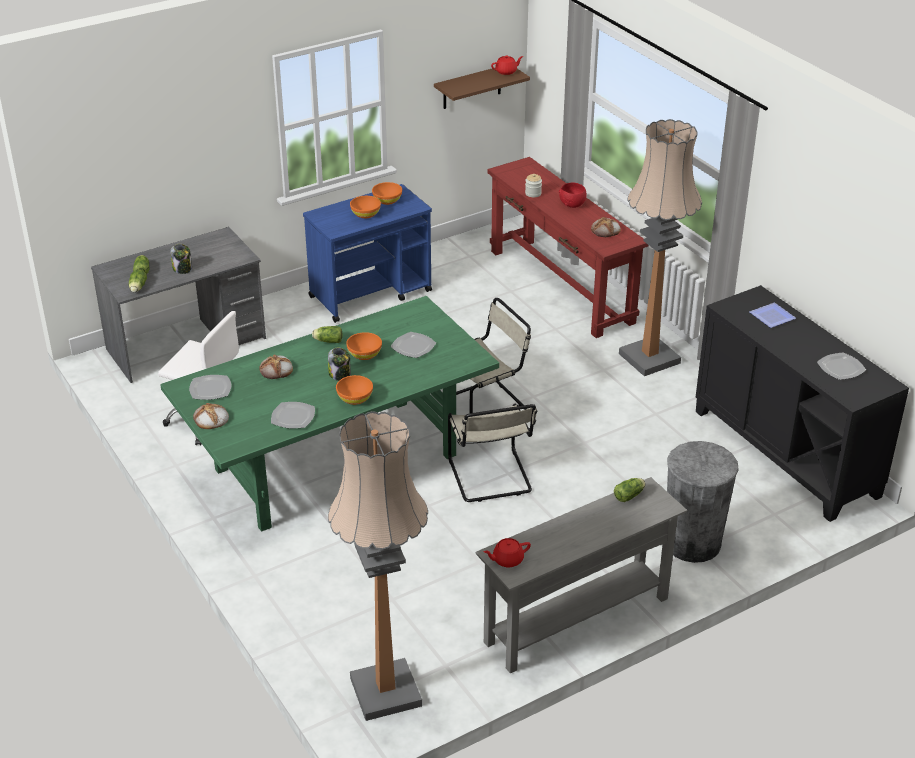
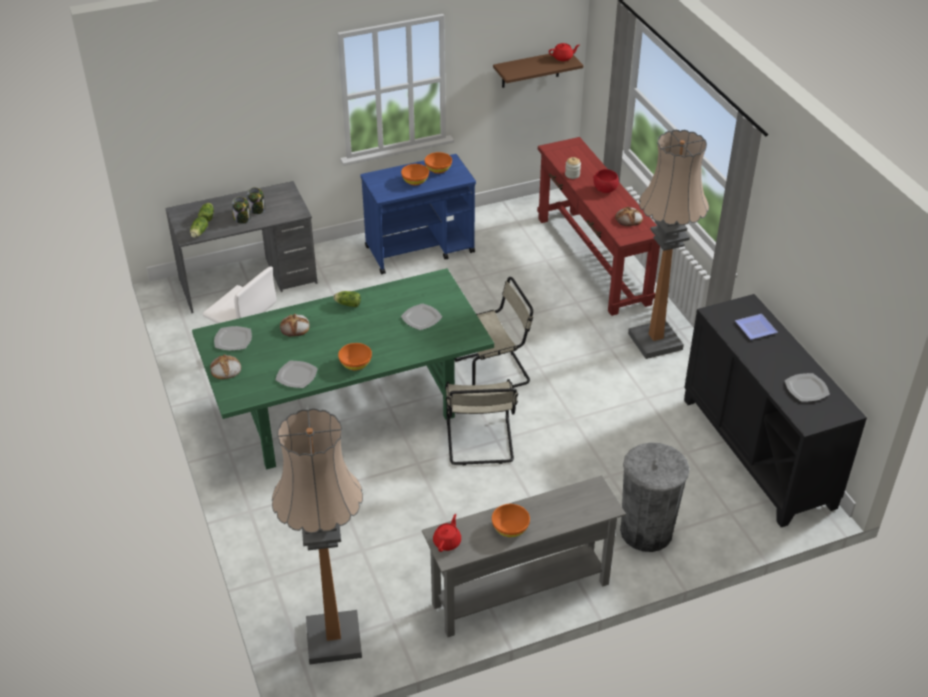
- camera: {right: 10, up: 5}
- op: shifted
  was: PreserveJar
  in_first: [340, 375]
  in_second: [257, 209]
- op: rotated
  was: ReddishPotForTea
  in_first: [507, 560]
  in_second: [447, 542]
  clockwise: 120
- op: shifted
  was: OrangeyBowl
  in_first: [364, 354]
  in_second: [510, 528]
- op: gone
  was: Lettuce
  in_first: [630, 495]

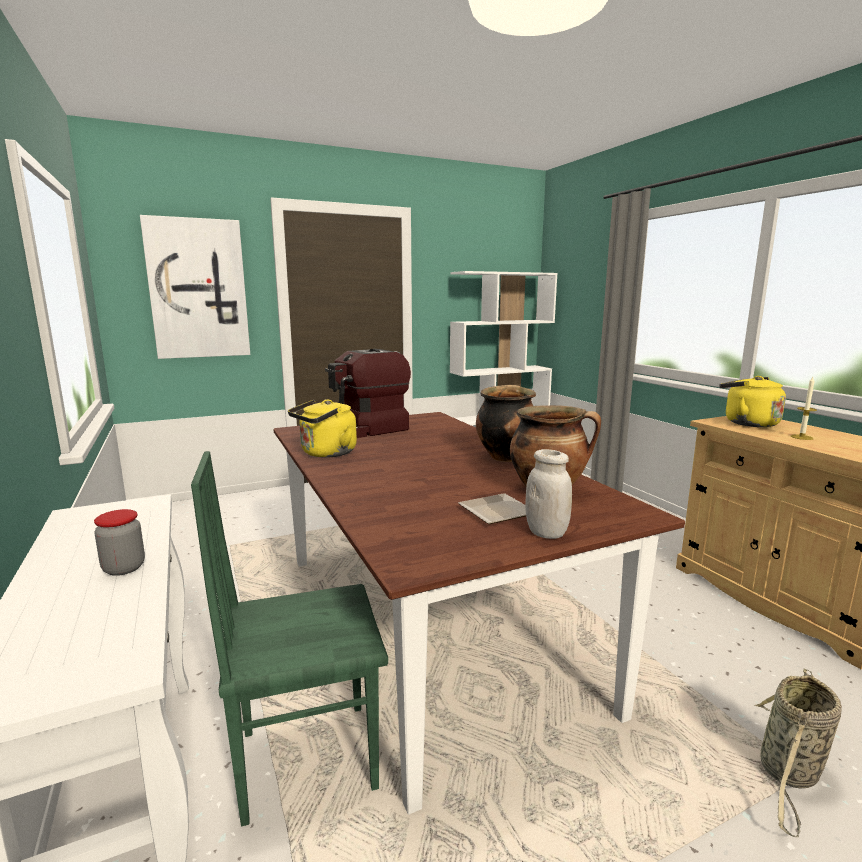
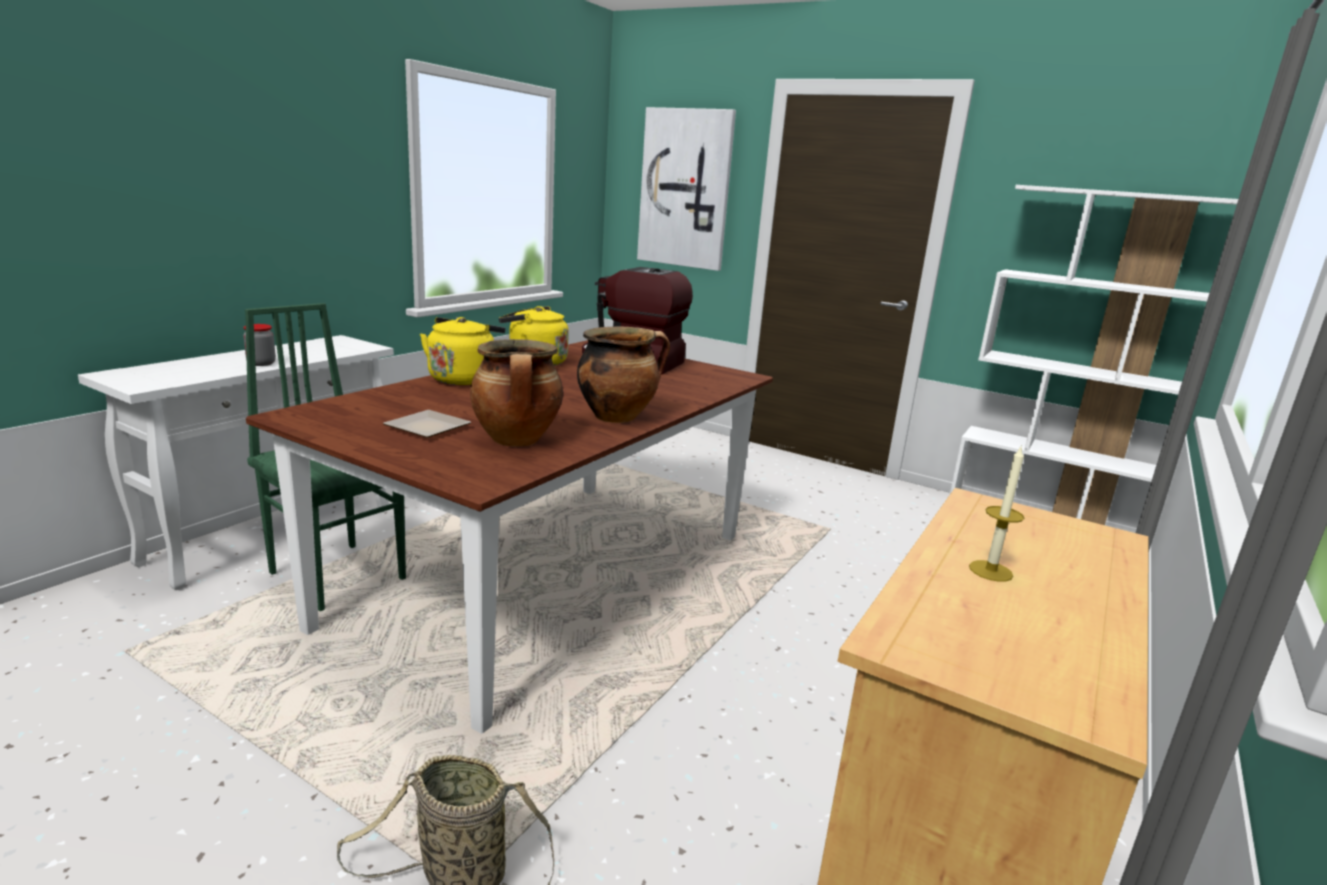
- camera: {right: 55, up: 5}
- op: shifted
  was: YellowishKettle
  in_first: [747, 423]
  in_second: [463, 378]
- op: gone
  was: WhiteColouredPreserveJar
  in_first: [546, 533]

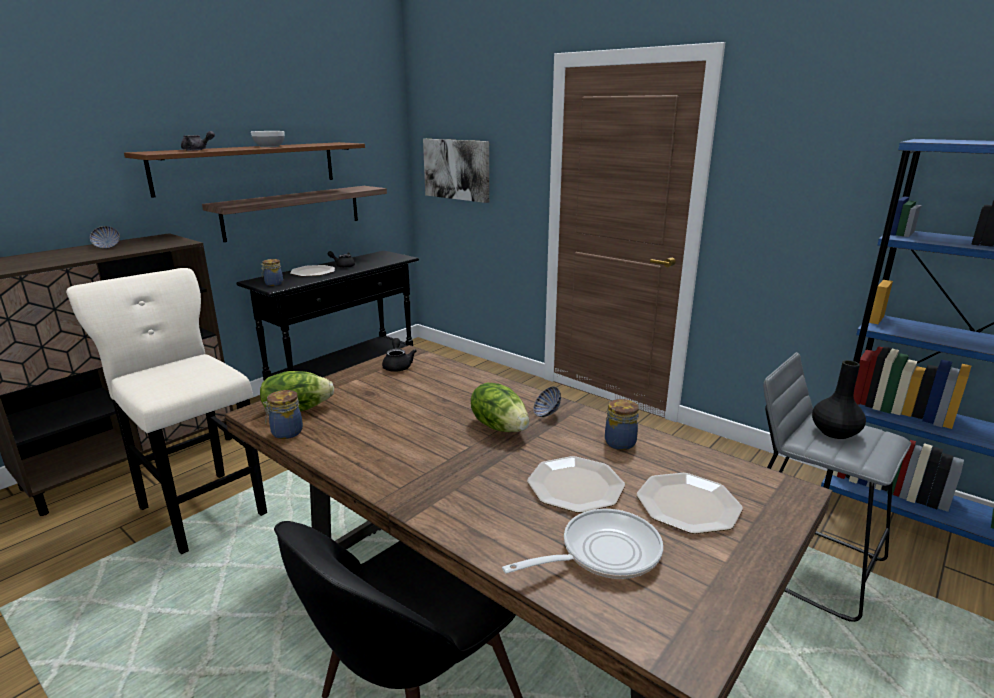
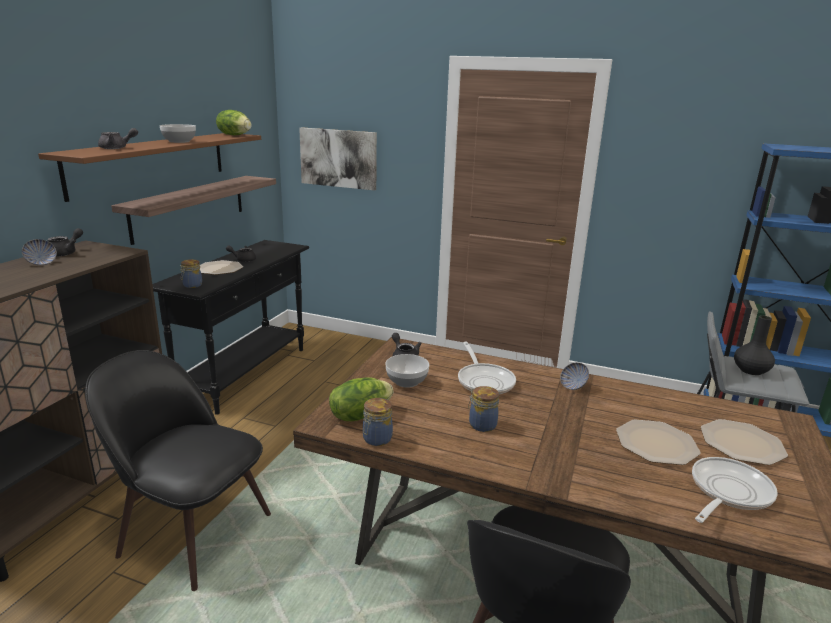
- camera: {right: -20, up: 0}
- op: new
  now: BlackColouredPotForTea
  in_second: [66, 253]
- op: swapped
  was: BeigeSittingStool
  now: BlackColouredPlainChair
  in_first: [201, 507]
  in_second: [192, 532]
- op: shifted
  was: Lettuce
  in_first: [500, 426]
  in_second: [235, 135]
- op: new
  now: Bowl
  in_second: [406, 381]
- op: new
  now: Skillet
  in_second: [484, 381]
- op: shifted
  was: PreserveJar
  in_first: [619, 442]
  in_second: [481, 424]

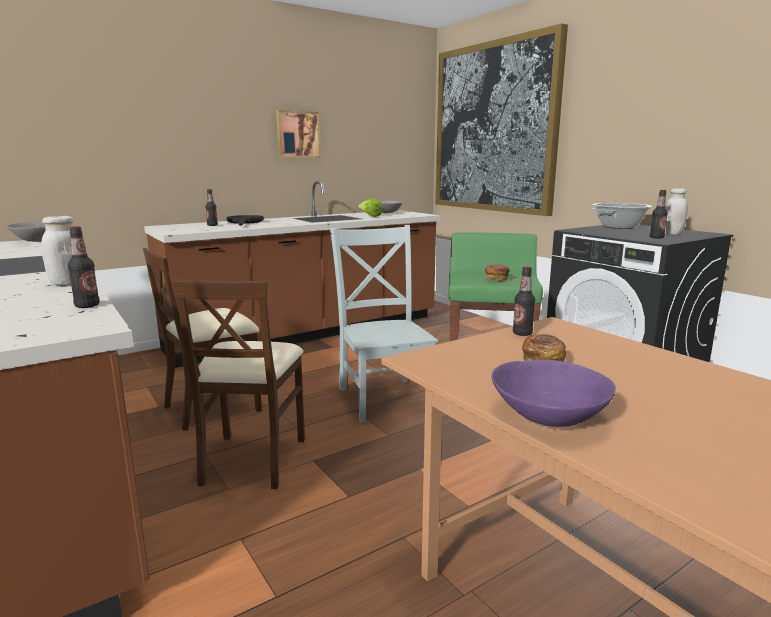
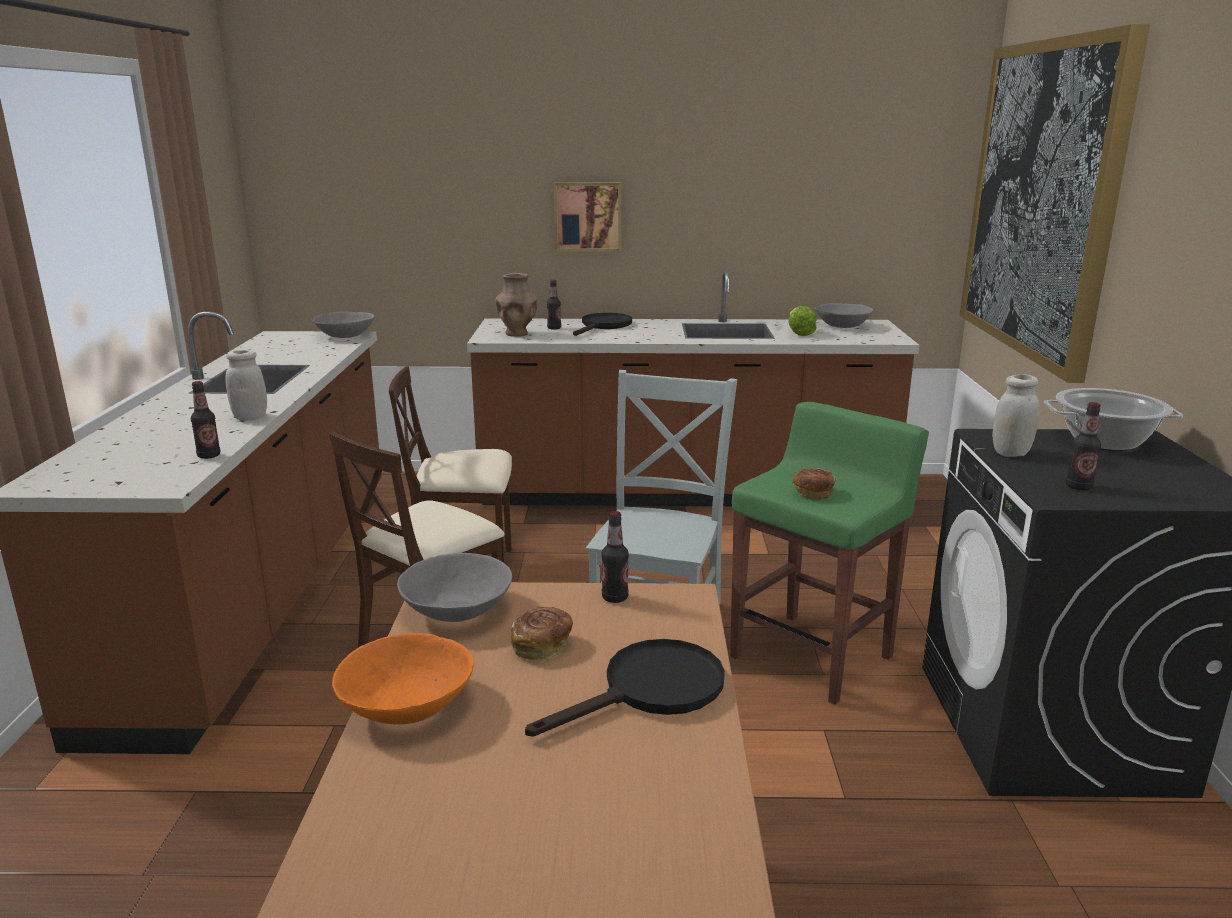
- camera: {right: 35, up: 5}
- op: repainted
  was: PurplishBowl
  now: OrangeyBowl
  in_first: [548, 415]
  in_second: [407, 705]
- op: new
  now: GreyishBowl
  in_second: [457, 611]
- op: new
  now: BrownDecorativeVase
  in_second: [517, 334]
- op: new
  now: BlackColouredSkillet
  in_second: [650, 691]
- op: shifted
  was: WallPicture
  in_first: [297, 134]
  in_second: [588, 216]
- op: shifted
  was: WhiteColouredPreserveJar
  in_first: [672, 234]
  in_second: [1011, 453]

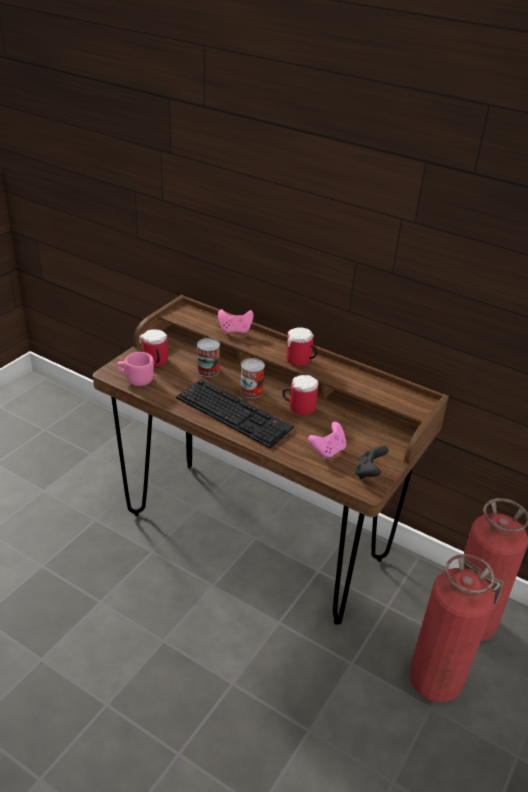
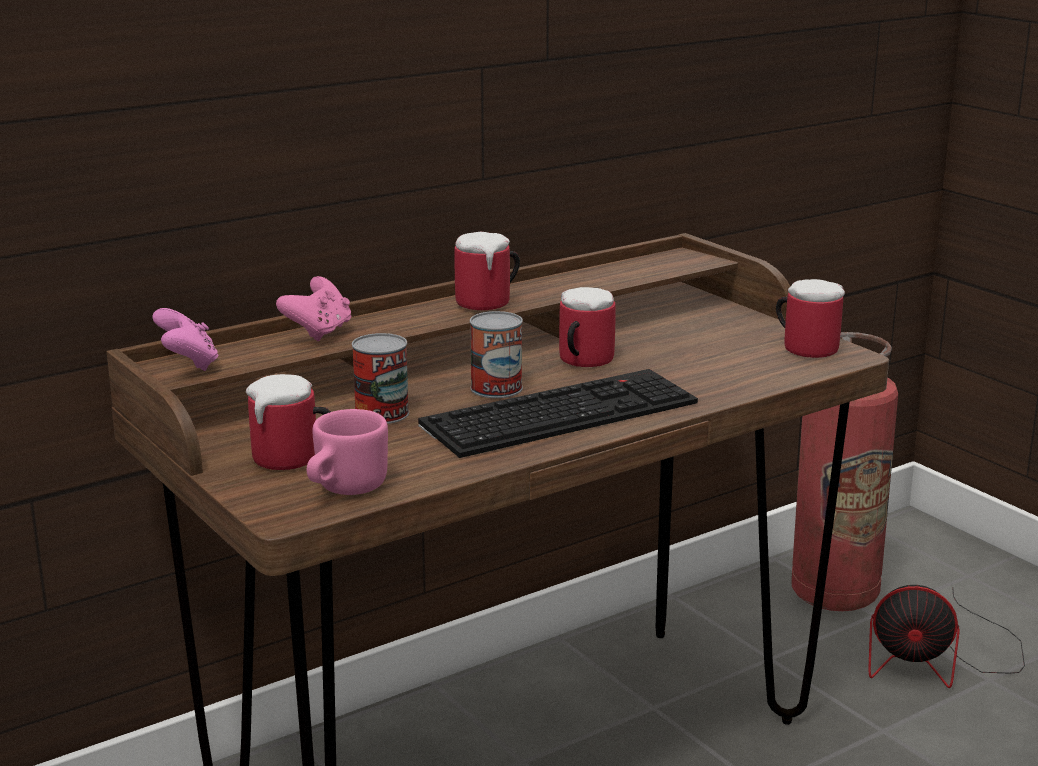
- camera: {right: -65, up: -15}
- op: shifted
  was: PinkishGamepad
  in_first: [328, 450]
  in_second: [188, 364]
- op: swapped
  was: BlackColouredGamepad
  now: Mug
  in_first: [369, 472]
  in_second: [805, 347]
- op: swapped
  was: FireExtinguisher
  now: ElectricFan
  in_first: [434, 680]
  in_second: [938, 660]

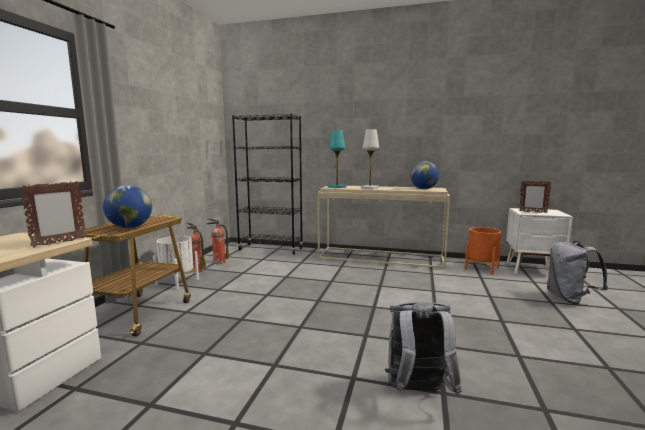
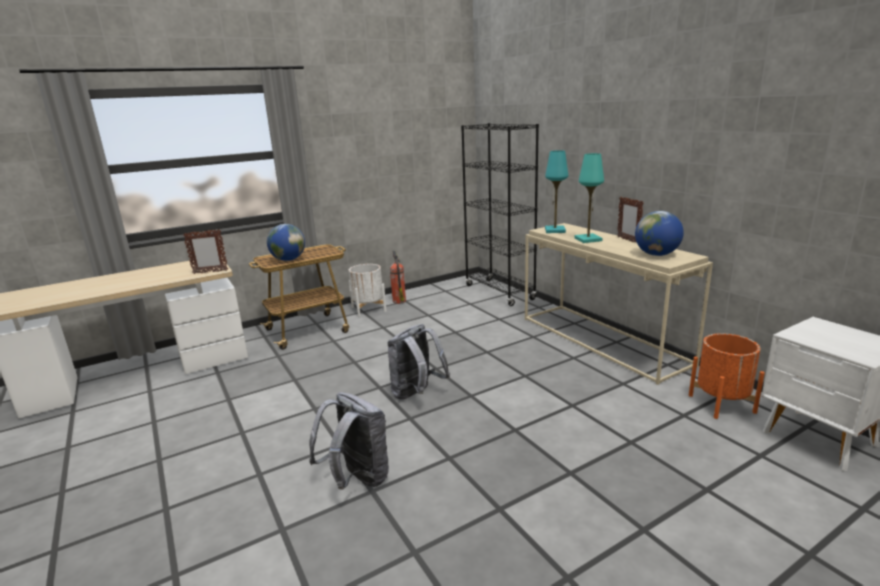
- camera: {right: 45, up: 10}
- op: shifted
  was: GreyishBackpack
  in_first: [570, 299]
  in_second: [416, 394]
- op: repainted
  was: WhiteColouredLampForATable
  now: TurquoiseLampForATable
  in_first: [369, 188]
  in_second: [588, 239]
- op: shifted
  was: PhotoFrame
  in_first: [532, 212]
  in_second: [628, 240]
- op: gone
  was: FireExtinguisher
  in_first: [218, 262]

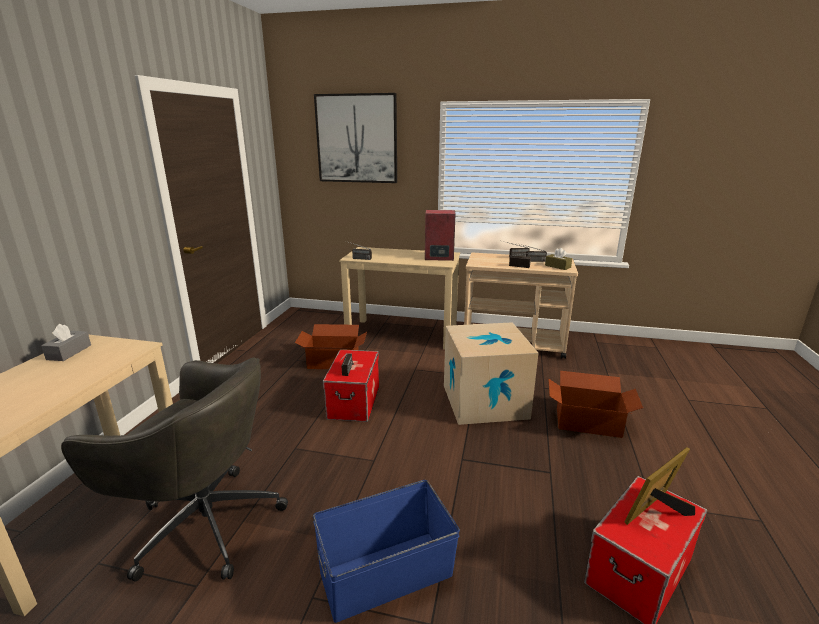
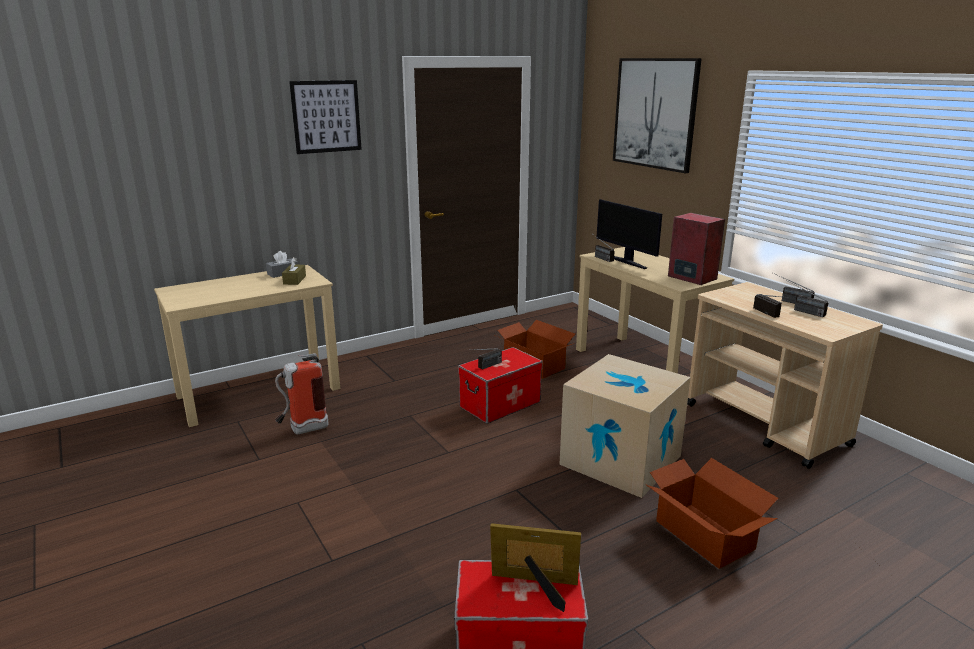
- camera: {right: 45, up: 0}
- op: swapped
  was: GreyishOfficeChair
  now: FireExtinguisher
  in_first: [204, 523]
  in_second: [302, 430]
- op: shifted
  was: BrownTissueBox
  in_first: [557, 266]
  in_second: [294, 280]
- op: new
  now: WallPicture
  in_second: [326, 116]
- op: new
  now: ComputerDisplay
  in_second: [626, 261]
- op: gone
  was: BluishStorageBox
  in_first: [385, 573]

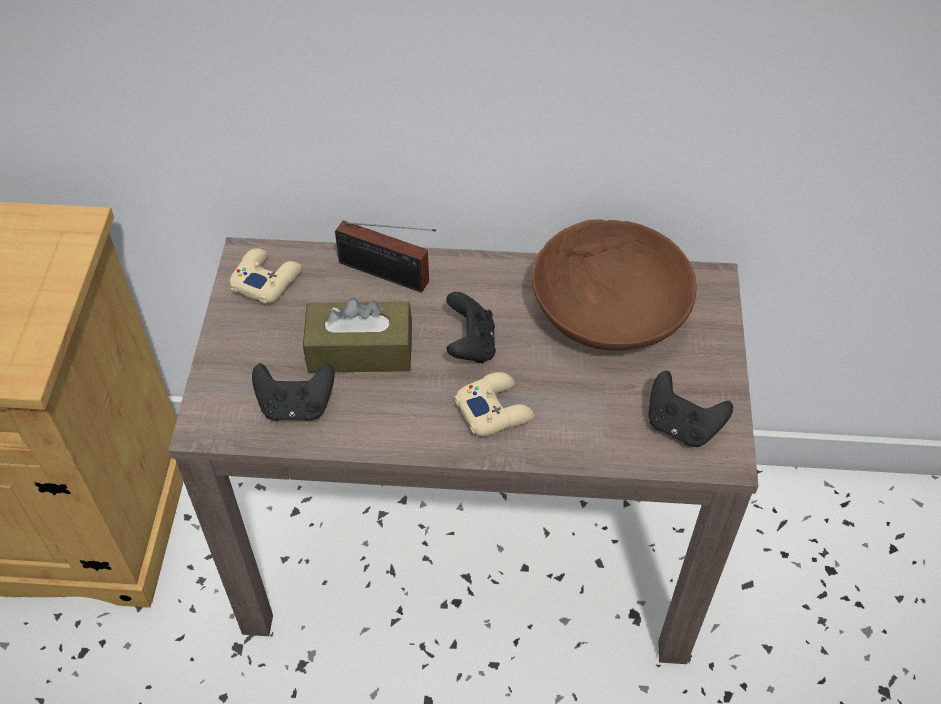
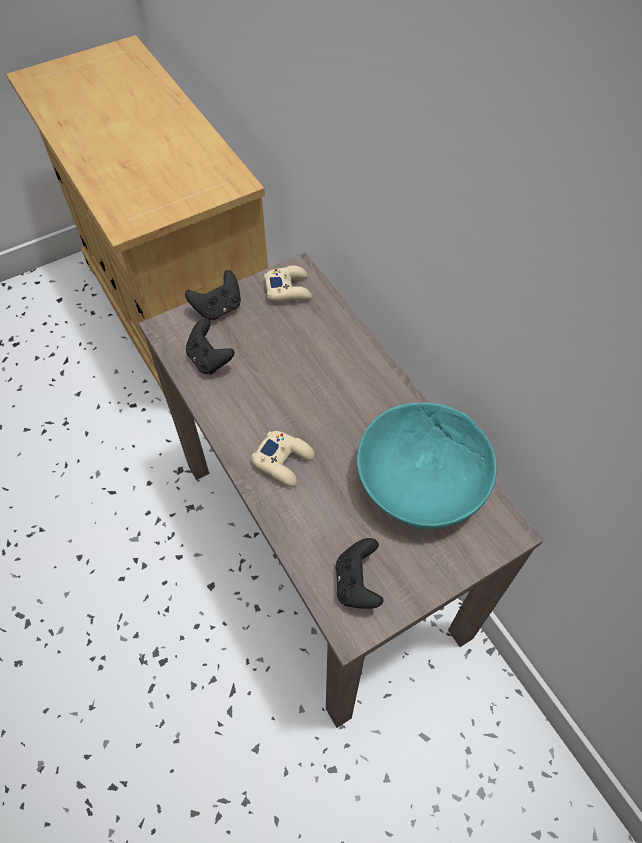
- camera: {right: 55, up: 5}
- op: shifted
  was: BlackColouredGamepad
  in_first: [470, 345]
  in_second: [218, 309]
- op: repainted
  was: BrownBowl
  now: TurquoiseBowl
  in_first: [608, 312]
  in_second: [420, 480]
- op: gone
  was: BrownTissueBox
  in_first: [360, 351]
- op: gone
  was: RadioSet
  in_first: [388, 275]

